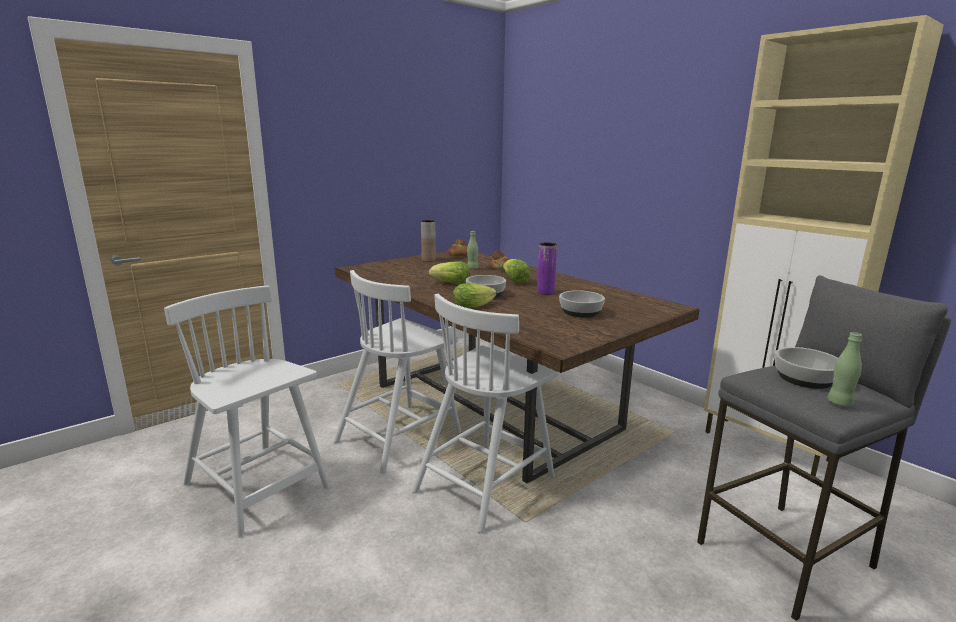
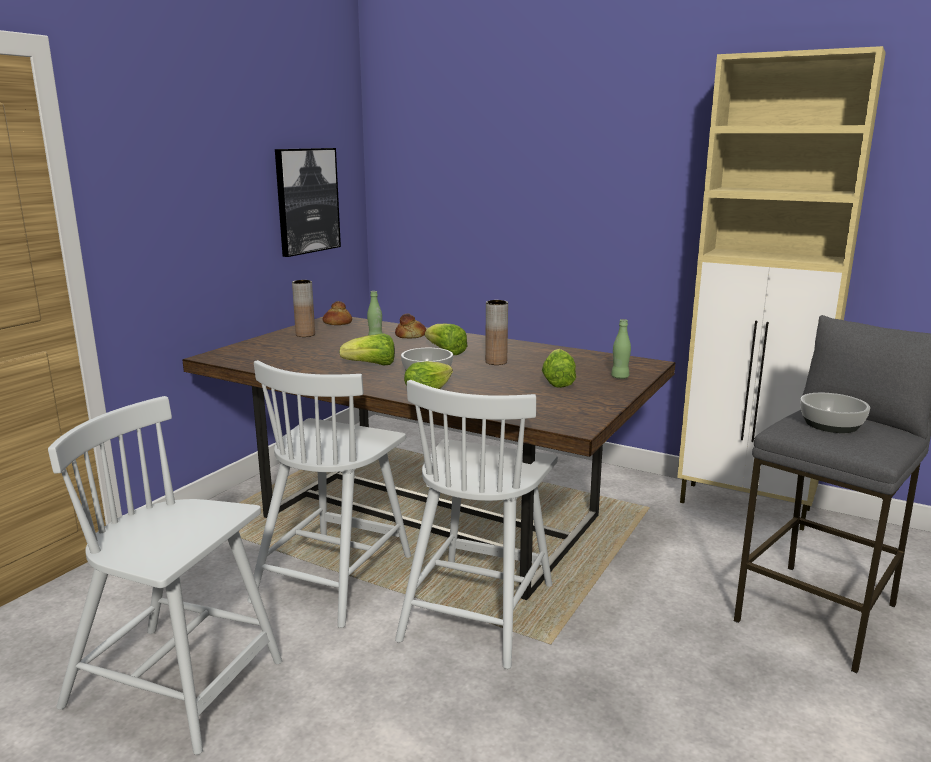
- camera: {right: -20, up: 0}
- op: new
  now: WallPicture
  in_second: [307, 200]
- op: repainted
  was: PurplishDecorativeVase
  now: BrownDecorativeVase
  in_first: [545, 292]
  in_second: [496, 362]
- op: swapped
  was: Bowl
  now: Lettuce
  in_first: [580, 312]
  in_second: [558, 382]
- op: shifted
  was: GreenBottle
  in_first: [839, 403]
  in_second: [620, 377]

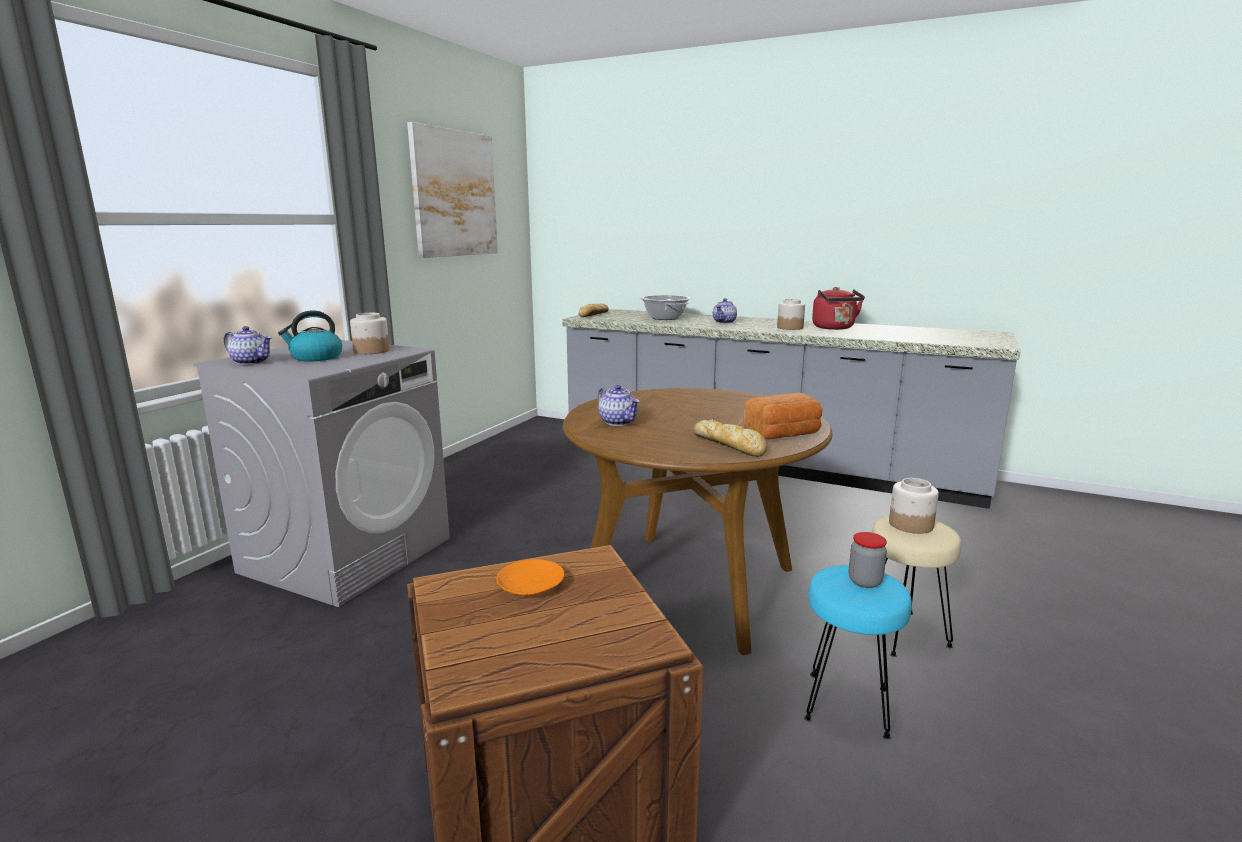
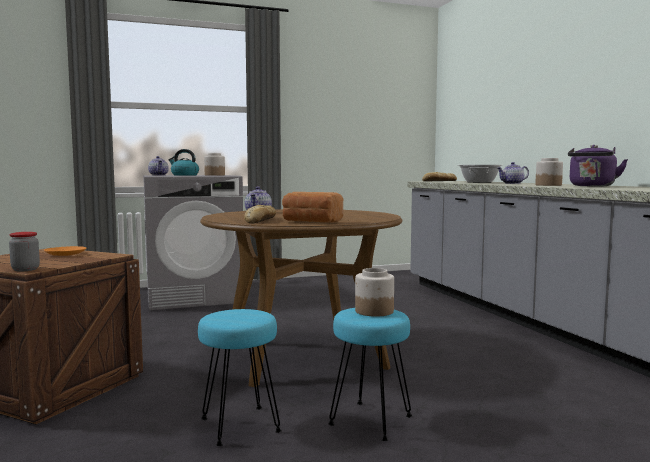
- camera: {right: 45, up: -10}
- op: shifted
  was: PreserveJar
  in_first: [865, 581]
  in_second: [25, 269]
- op: repainted
  was: BeigeSittingStool
  now: TurquoiseSittingStool
  in_first: [902, 634]
  in_second: [370, 421]
- op: repainted
  was: ReddishKettle
  now: PurplishKettle
  in_first: [835, 328]
  in_second: [592, 186]
- op: gone
  was: WallPicture
  in_first: [454, 194]

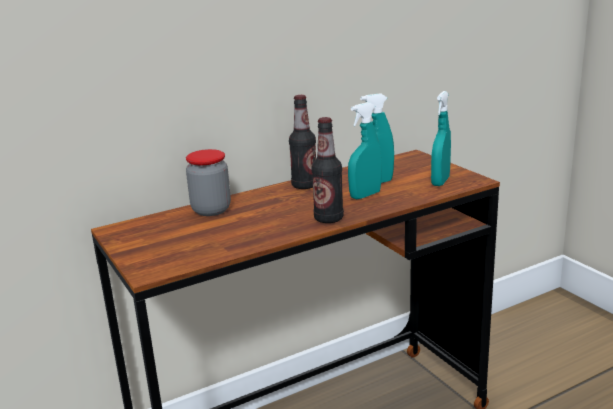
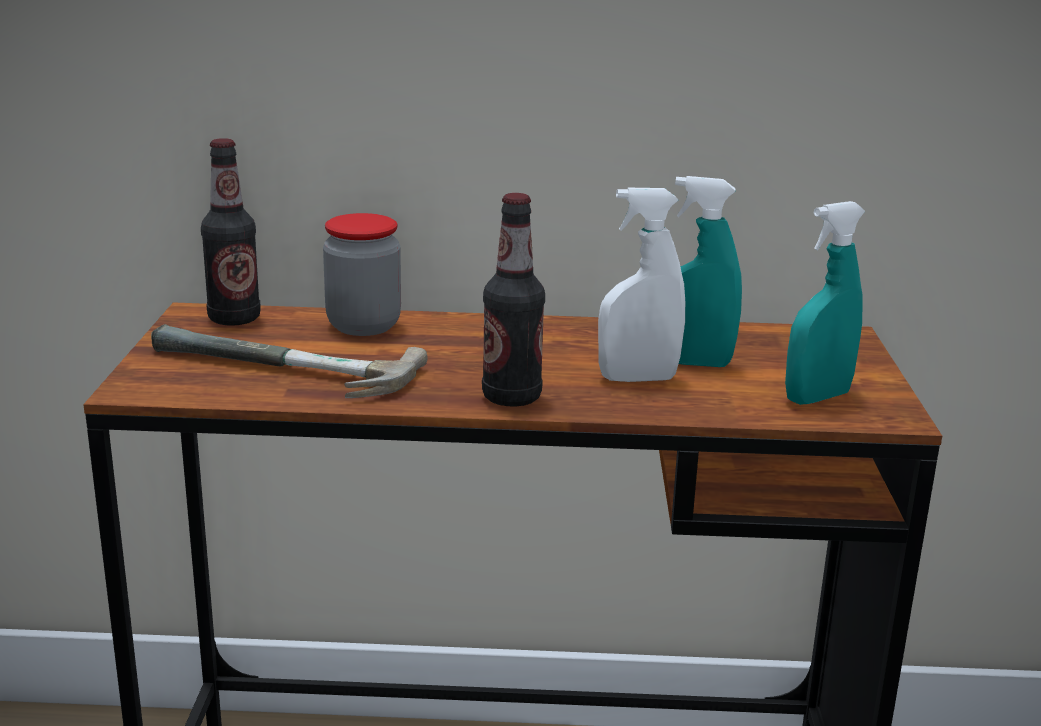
- camera: {right: 30, up: 0}
- op: new
  now: HandHammer
  in_second: [275, 372]
- op: shifted
  was: Bottle
  in_first: [304, 185]
  in_second: [234, 319]
- op: repainted
  was: TurquoiseSprayBottle
  now: WhiteColouredSprayBottle
  in_first: [365, 195]
  in_second: [637, 378]

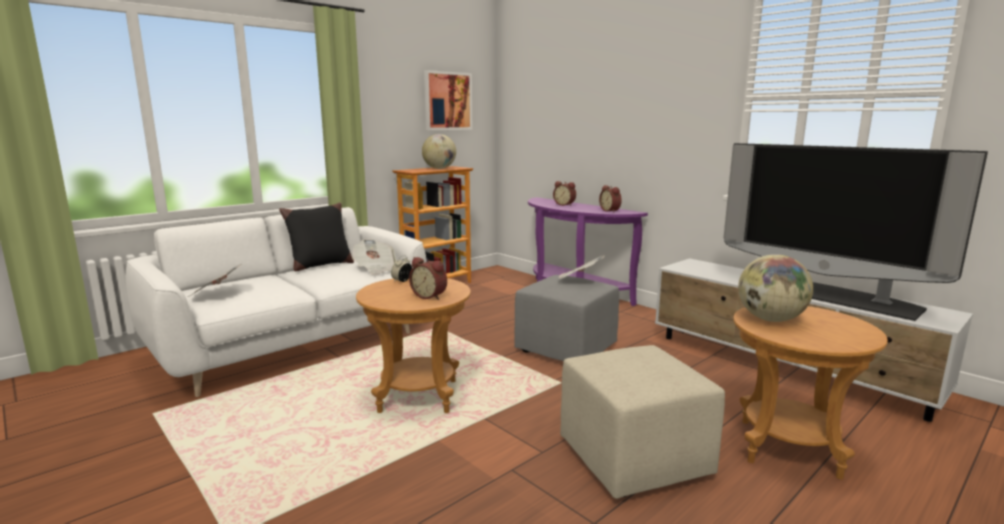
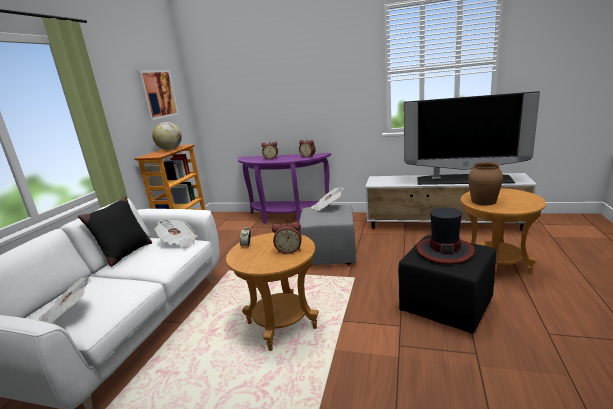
- camera: {right: -30, up: 5}
- op: repainted
  was: BeigeFootrest
  now: BlackColouredFootrest
  in_first: [635, 460]
  in_second: [447, 306]
- op: new
  now: Hat
  in_second: [444, 250]
- op: swapped
  was: WorldGlobe
  now: BrownDecorativeVase
  in_first: [770, 319]
  in_second: [483, 201]

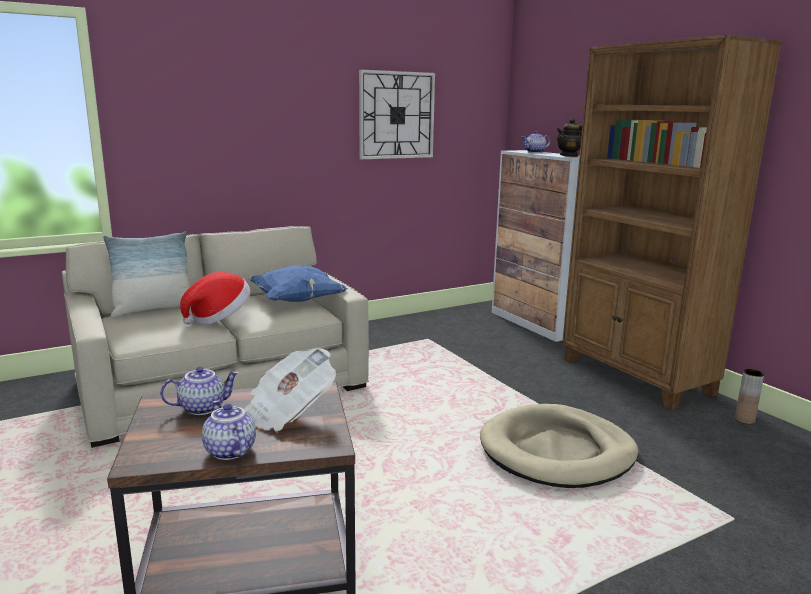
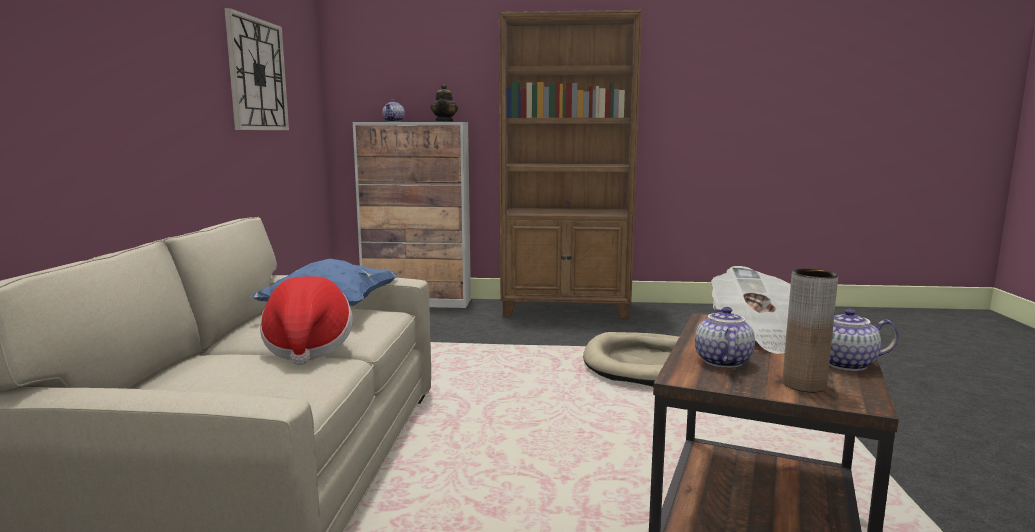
- camera: {right: -55, up: -5}
- op: shifted
  was: BrownDecorativeVase
  in_first: [744, 420]
  in_second: [804, 385]
- op: gone
  was: Pillow
  in_first: [153, 309]

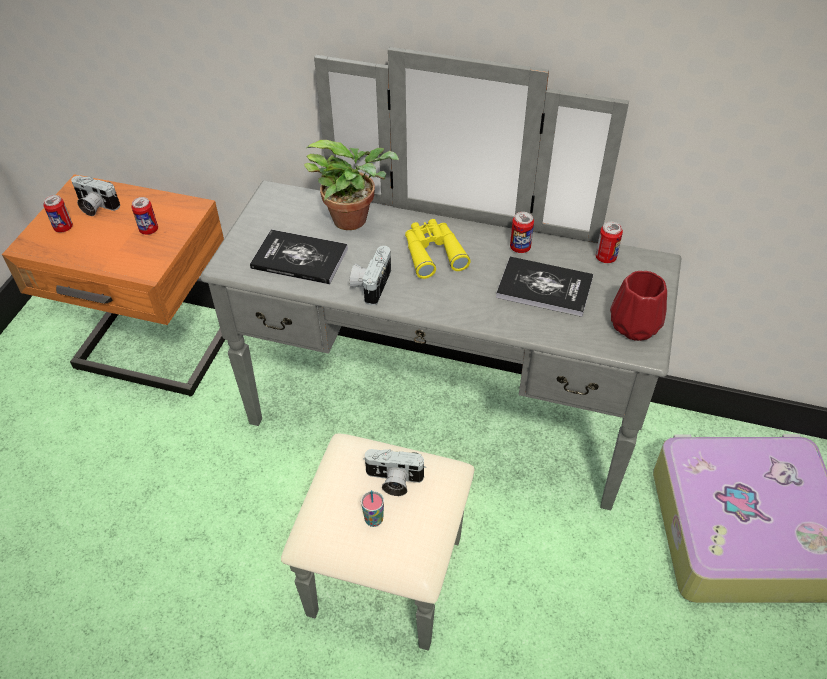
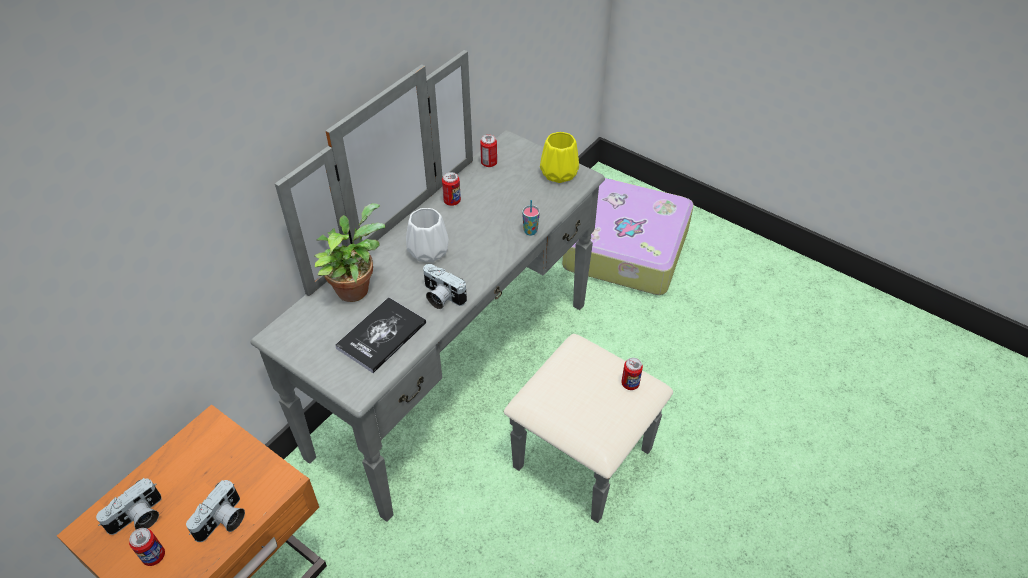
- camera: {right: -70, up: 0}
- op: shifted
  was: PhotoCamera
  in_first: [393, 481]
  in_second: [223, 521]
- op: swapped
  was: YellowishPairOfBinoculars
  now: WhiteColouredDecorativeVase
  in_first: [433, 253]
  in_second: [427, 250]
- op: shifted
  was: Cup
  in_first: [374, 520]
  in_second: [530, 231]
- op: repainted
  was: ReddishDecorativeVase
  now: YellowishDecorativeVase
  in_first: [635, 325]
  in_second: [560, 173]
- op: shifted
  was: Can
  in_first: [149, 230]
  in_second: [630, 384]
- op: gone
  was: Volume
  in_first: [544, 288]

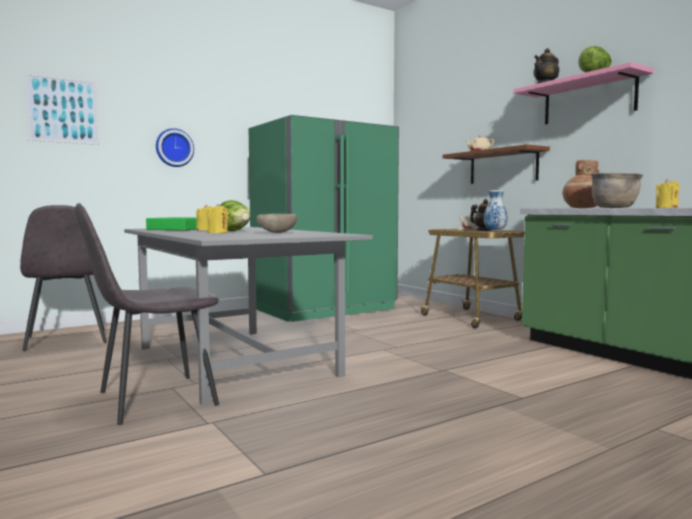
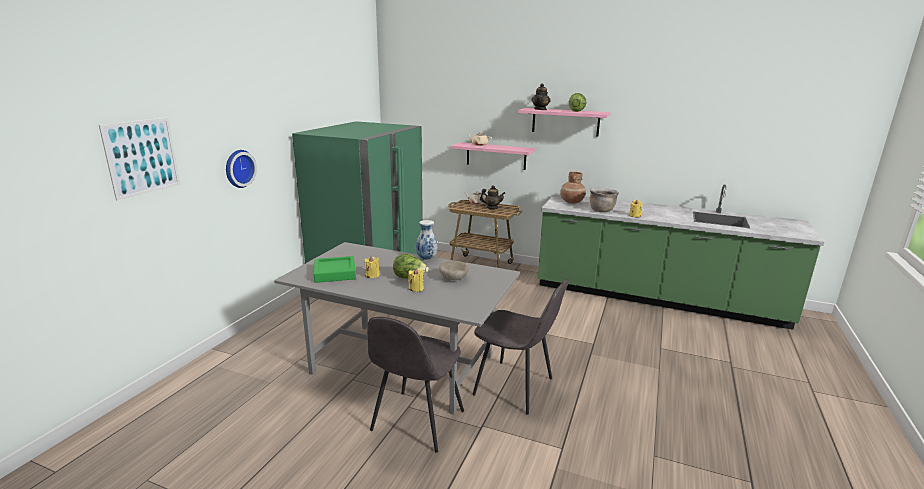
- camera: {right: -35, up: 15}
- op: shifted
  was: DecorativeVase
  in_first: [494, 231]
  in_second: [426, 258]
- op: repainted
  was: BrownBracketShelf
  now: PinkishBracketShelf
  in_first: [503, 167]
  in_second: [496, 156]
- op: shifted
  was: GreyishPlainChair
  in_first: [66, 340]
  in_second: [515, 387]

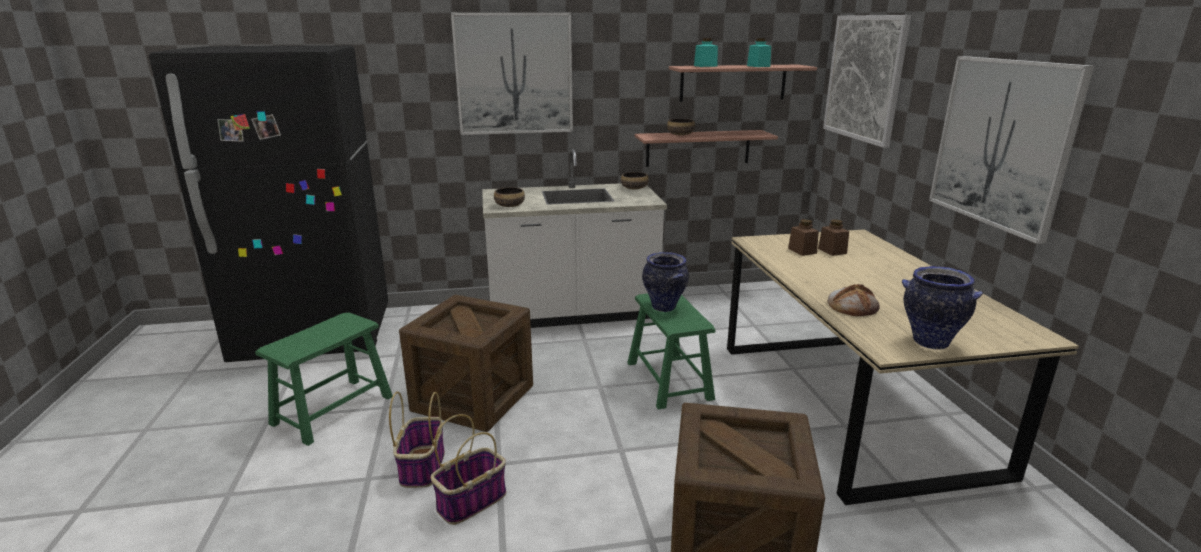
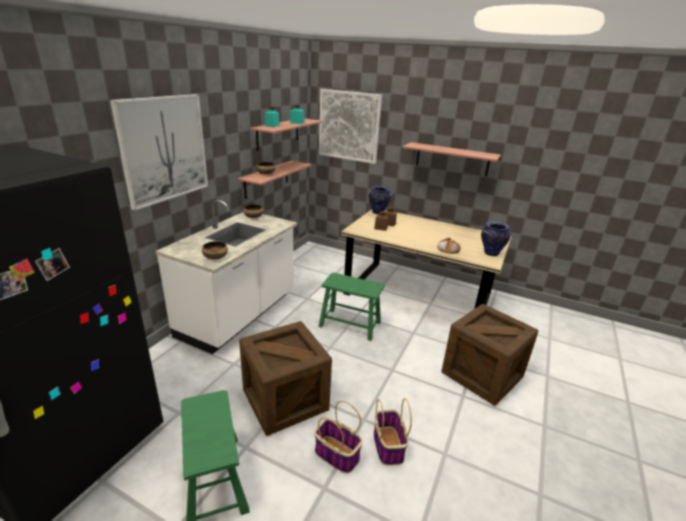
- camera: {right: -55, up: 5}
- op: shifted
  was: DecorativeVase
  in_first: [664, 307]
  in_second: [378, 212]
- op: swapped
  was: WallPicture
  now: BracketShelf
  in_first: [1002, 143]
  in_second: [452, 159]

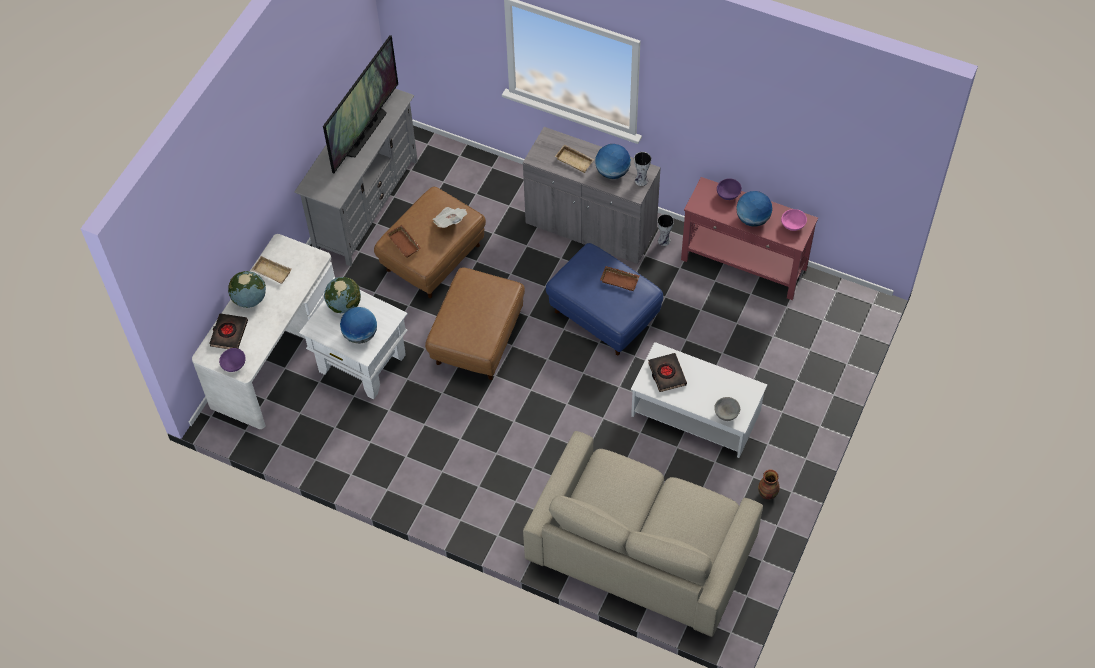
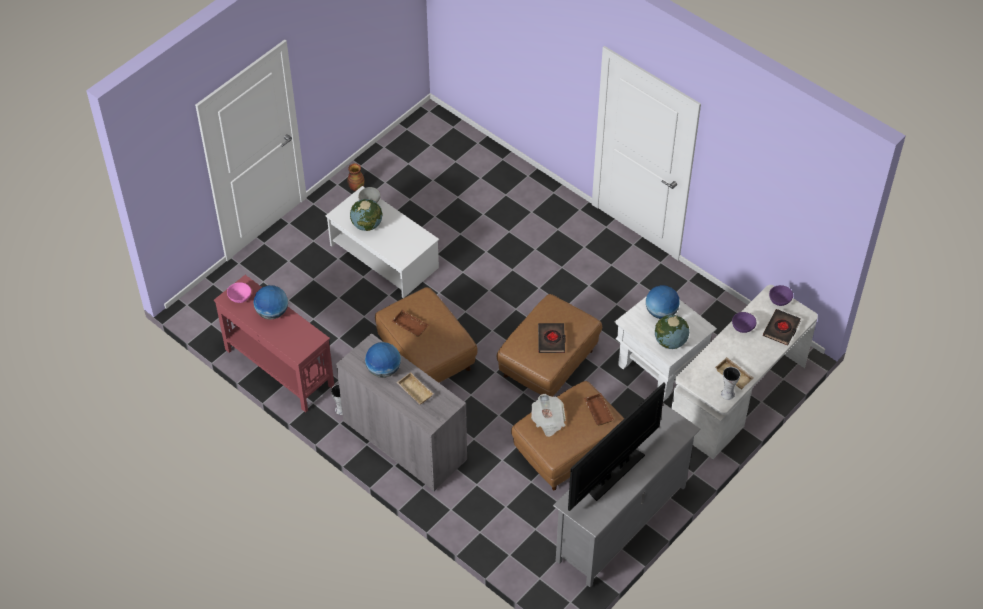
- camera: {right: -165, up: -5}
- op: shifted
  was: WorldGlobe
  in_first: [249, 299]
  in_second: [367, 225]
- op: repainted
  was: BluishFootrest
  now: BrownFootrest
  in_first: [604, 314]
  in_second: [426, 356]
- op: shifted
  was: BlackColouredVolume
  in_first: [666, 374]
  in_second: [551, 340]
- op: shifted
  was: DecorativeVase
  in_first: [642, 181]
  in_second: [727, 393]
- op: shifted
  was: PurplishBowl
  in_first: [728, 195]
  in_second: [742, 327]
- op: gone
  was: BeigeCouch
  in_first: [642, 546]

